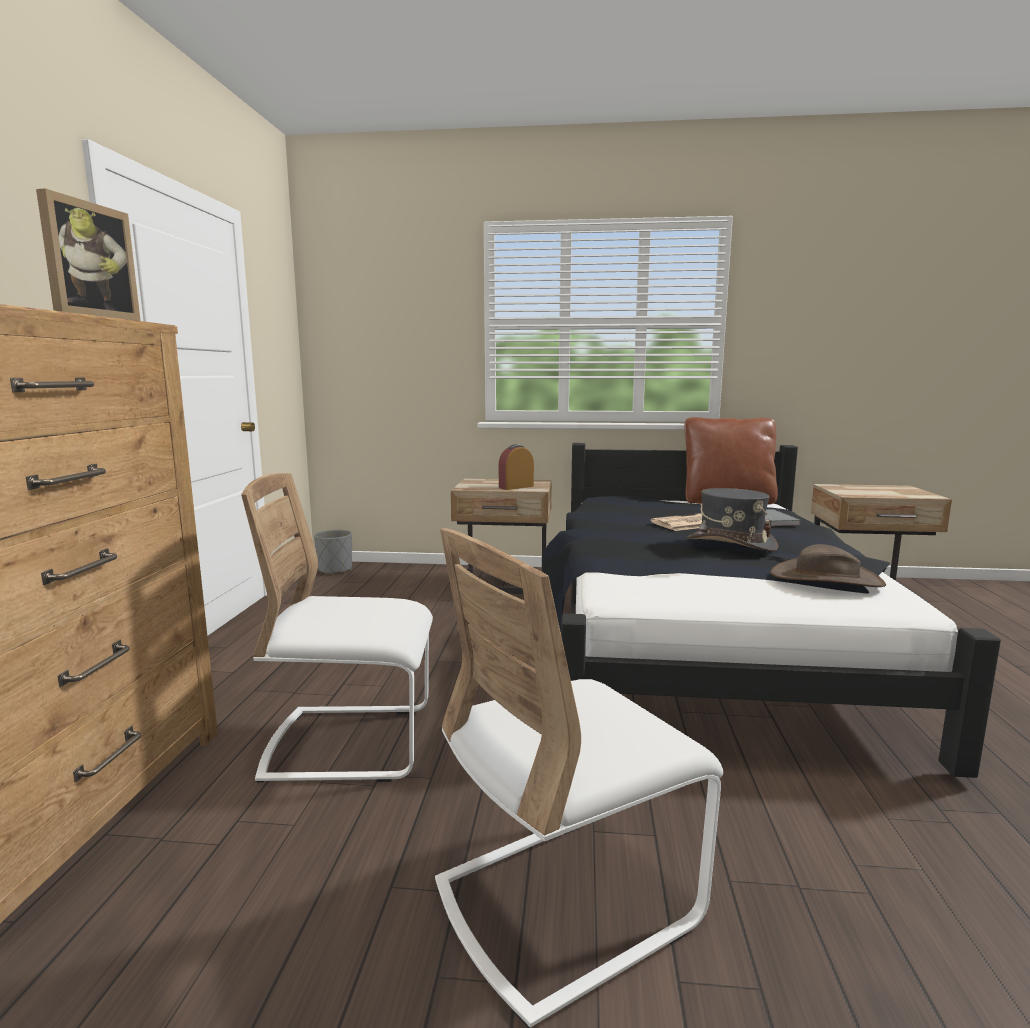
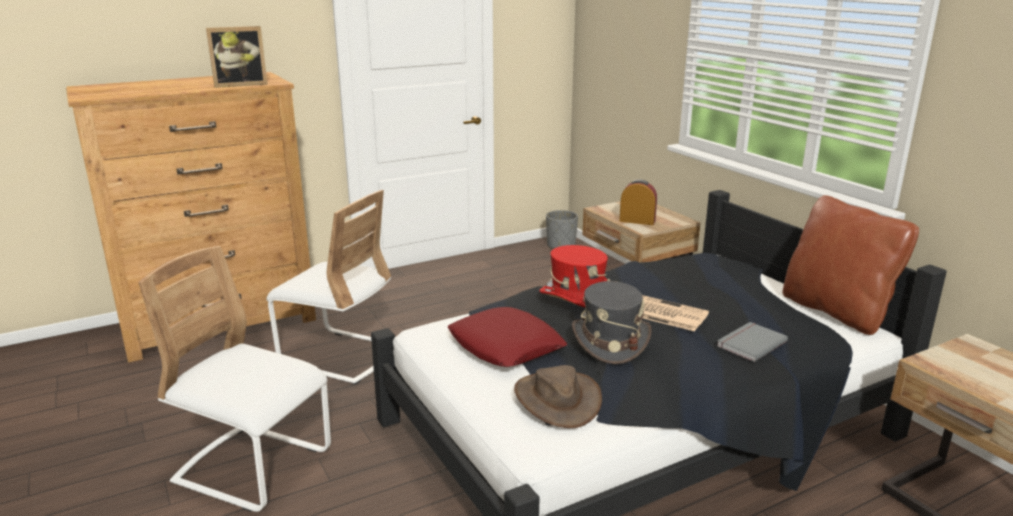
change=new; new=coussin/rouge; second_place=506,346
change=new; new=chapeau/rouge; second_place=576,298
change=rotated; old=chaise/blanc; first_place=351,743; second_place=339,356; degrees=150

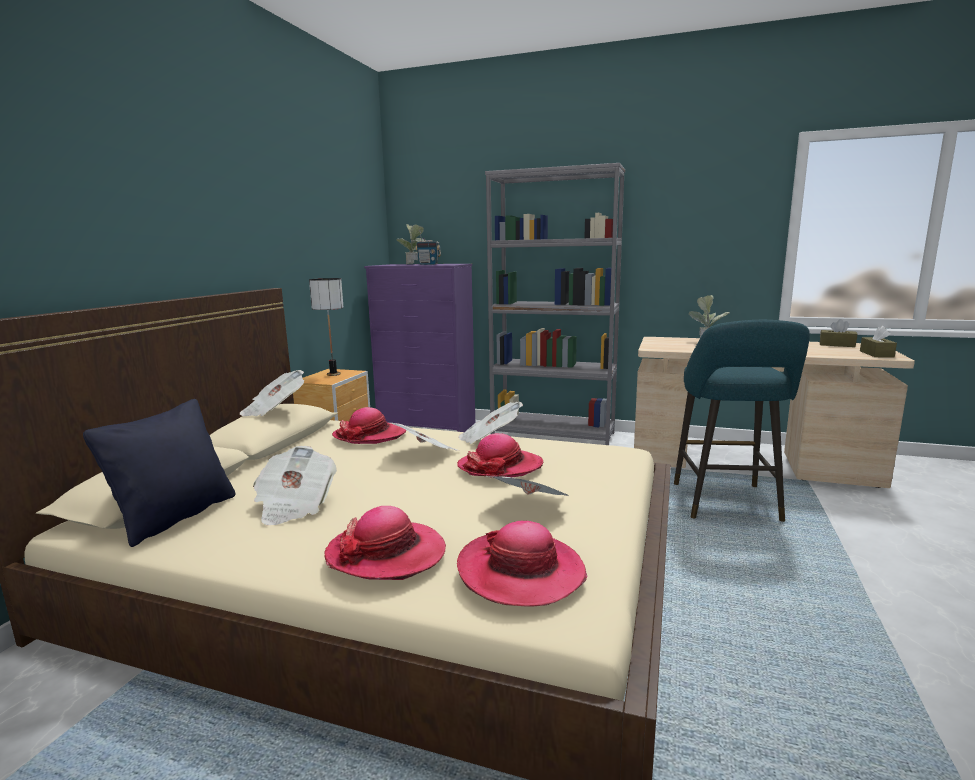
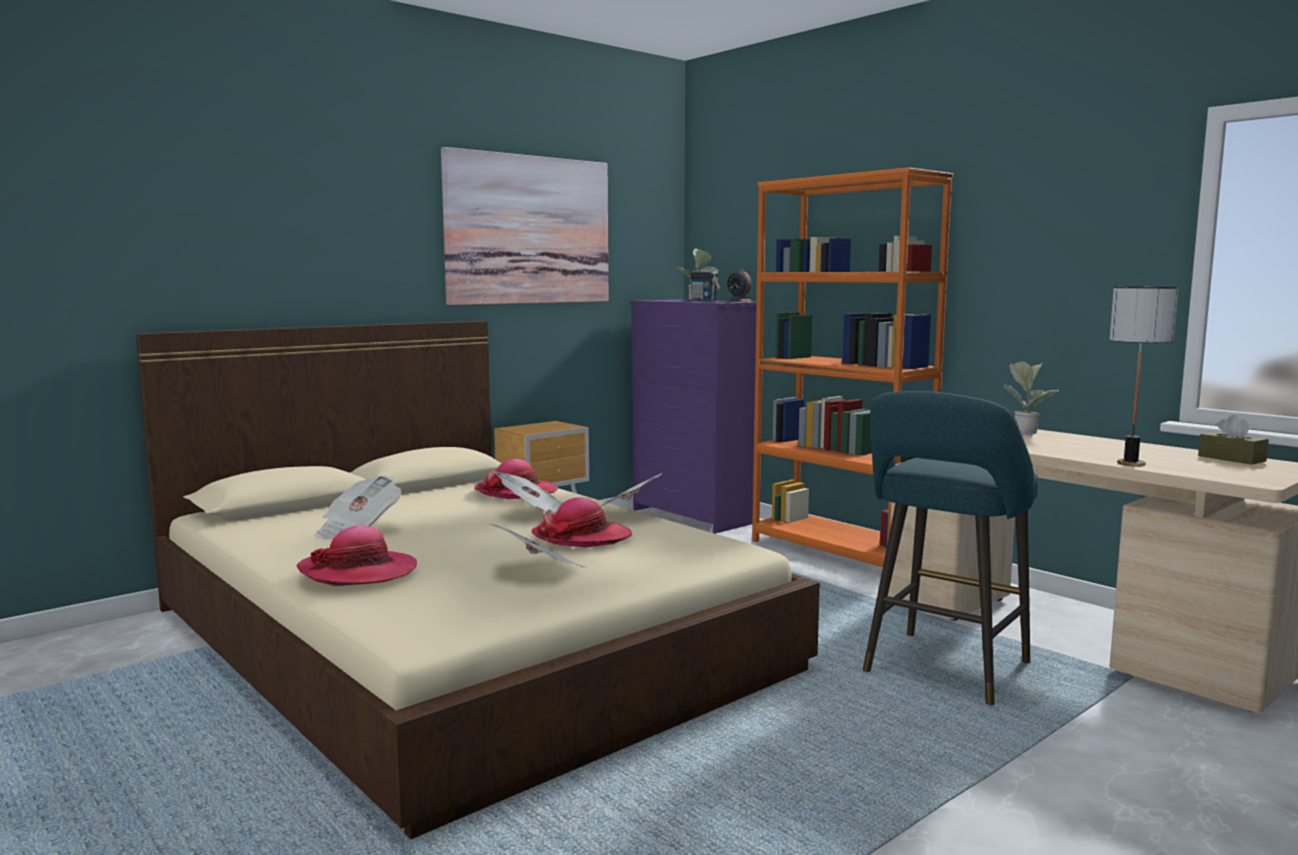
change=gone; old=coussin/noir; first_place=176,517
change=gone; old=journal; first_place=274,410
change=gone; old=chapeau; first_place=521,572
change=gone; old=boîte à mouchoirs/marron; first_place=876,354
change=new; new=tableau; second_place=529,230
change=new; new=réveil; second_place=739,301
change=shifted; old=lampe de table; first_place=333,374; second_place=1130,463
change=repainted; old=bibliothèque/gris; new=bibliothèque/orange; first_place=553,435; second_place=838,552

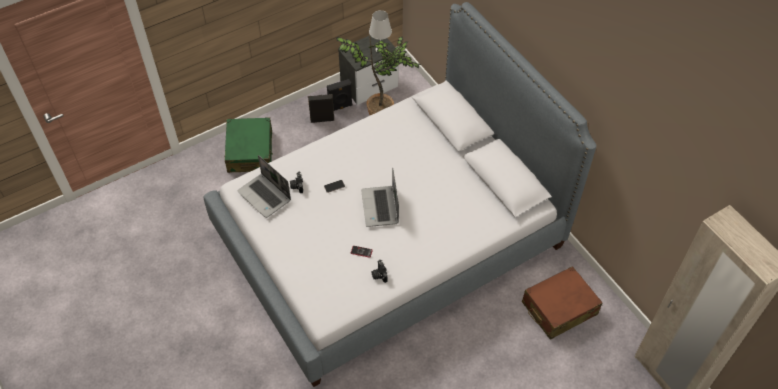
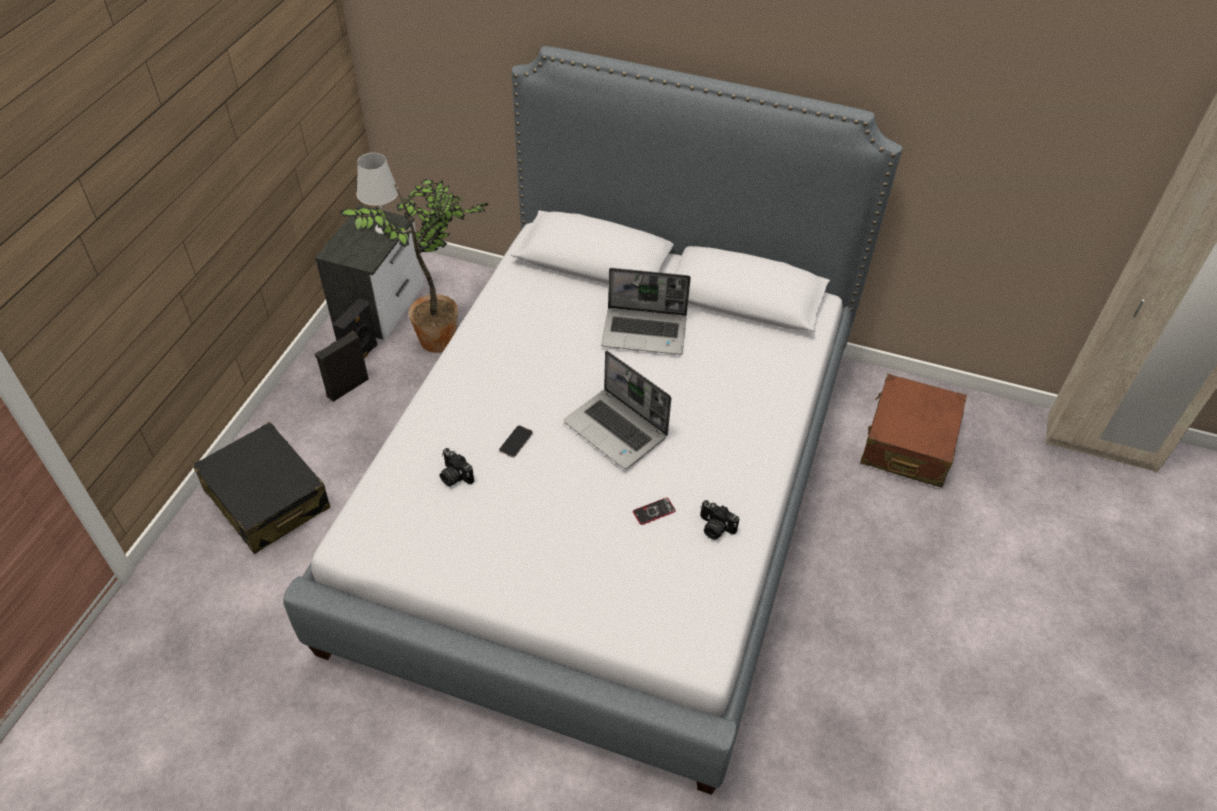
change=shifted; old=ordinateur portable; first_place=265,196; second_place=645,332
change=repainted; old=valise/vert; new=valise/noir; first_place=250,151; second_place=267,499

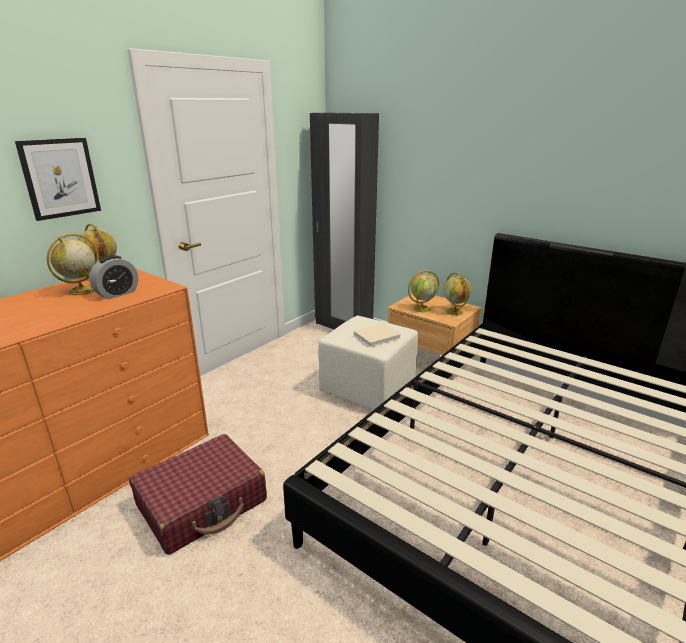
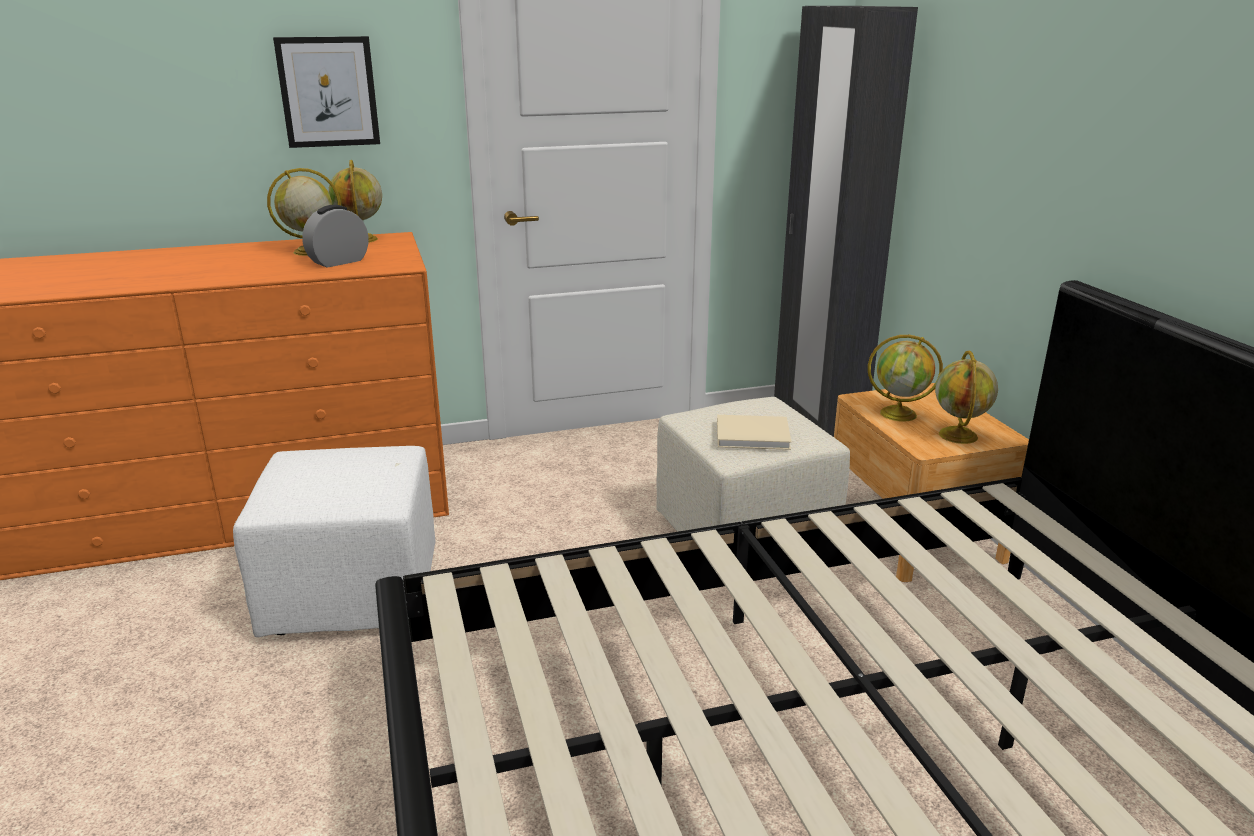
change=swapped; old=valise/rouge; new=pouf/blanc; first_place=202,503; second_place=355,593
change=rotated; old=réveil; first_place=117,293; second_place=339,262; degrees=150

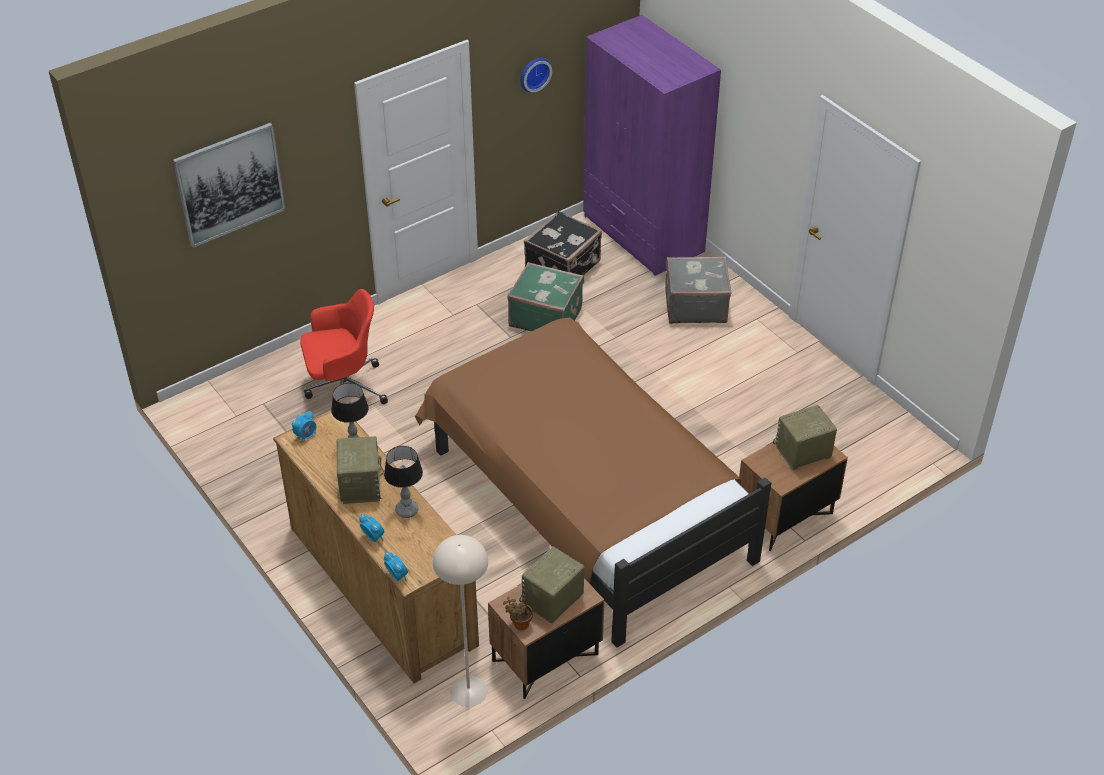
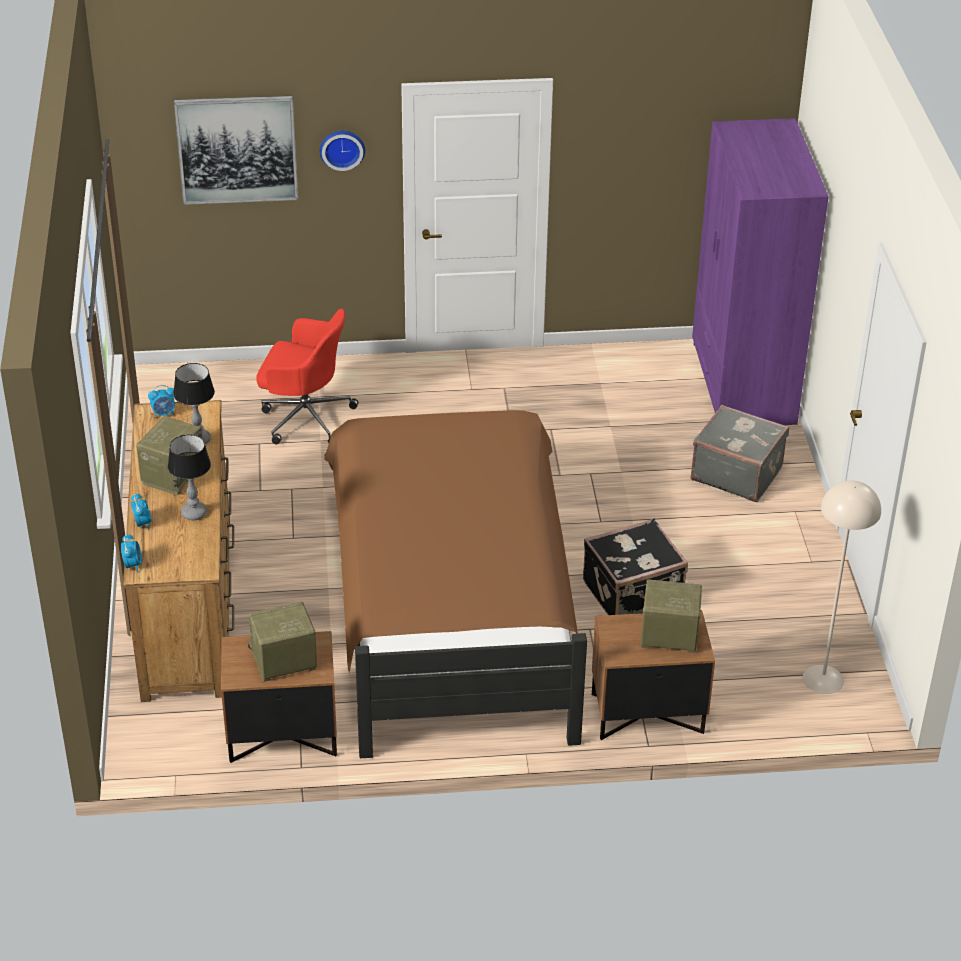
change=gone; old=plante en pot; first_place=519,624
change=gone; old=valise/vert; first_place=545,316
change=shifted; old=lampadaire/beige; first_place=468,690; second_place=823,679
change=shifted; old=horloge murale; first_place=534,73; second_place=342,148
change=shifted; old=valise/noir; first_place=564,267; second_place=634,593

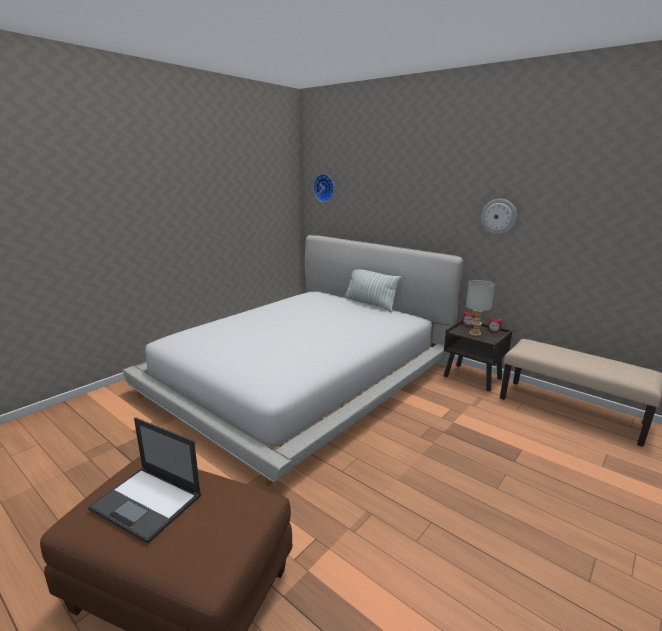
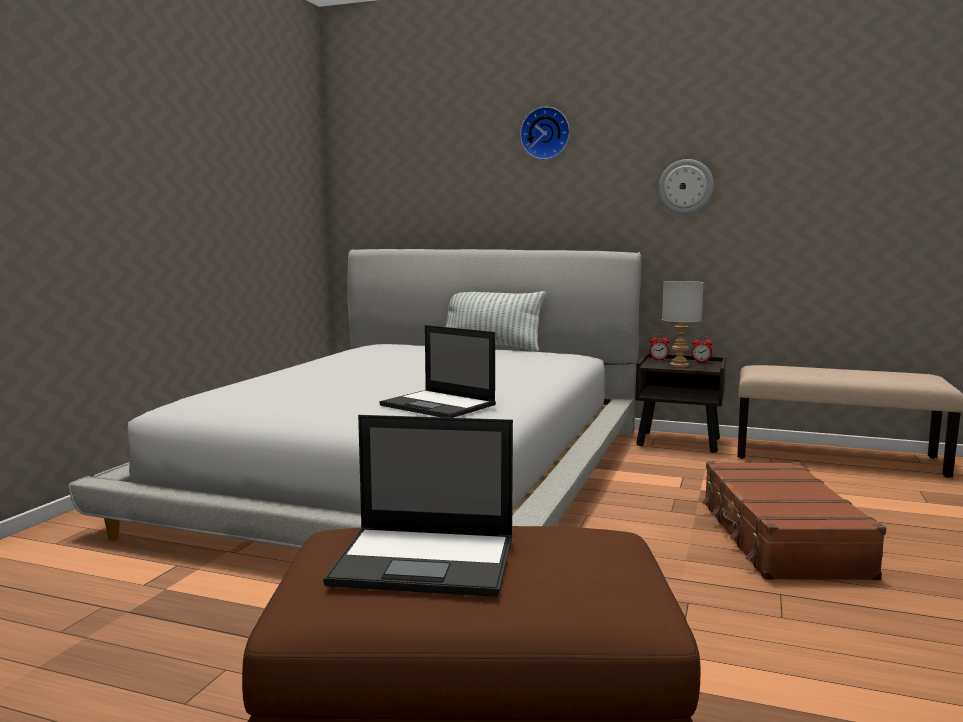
change=new; new=ordinateur portable; second_place=439,405
change=new; new=valise/marron; second_place=780,539
change=shifted; old=horloge murale; first_place=325,188; second_place=545,133

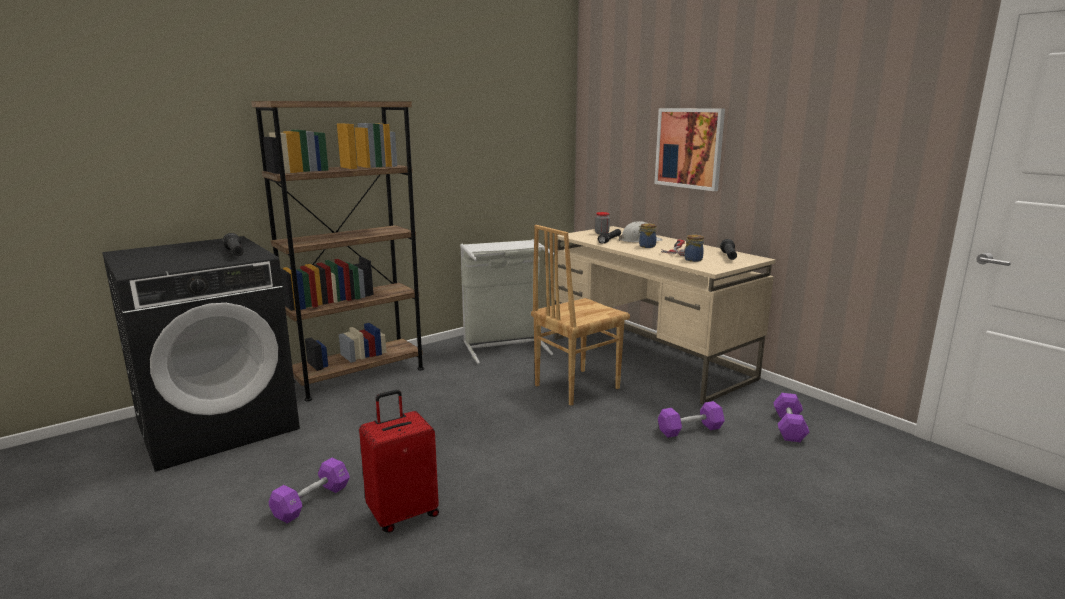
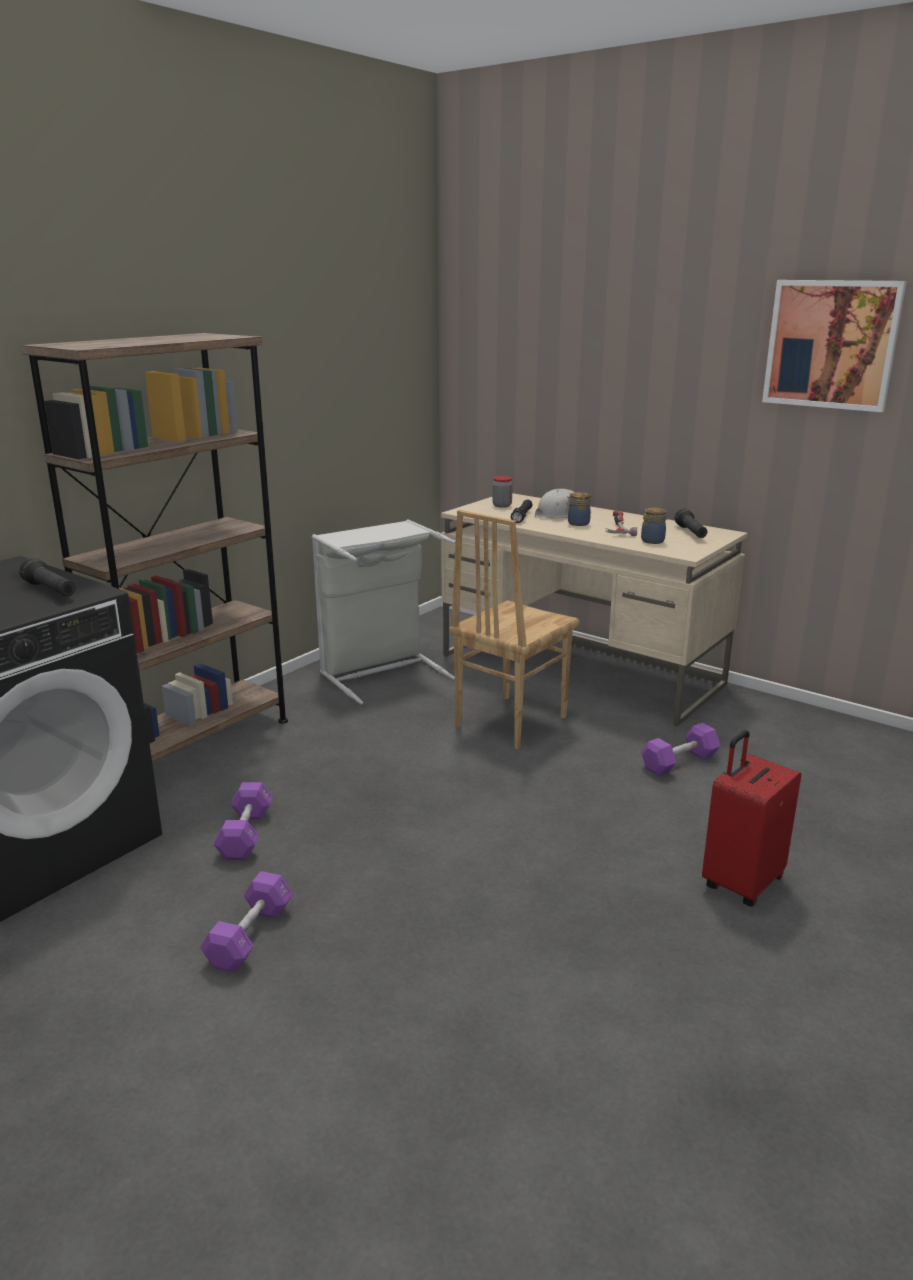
change=shifted; old=valise/rouge; first_place=403,514; second_place=741,882
change=shifted; old=tableau; first_place=689,148; second_place=831,344
change=shifted; old=haltère/violet; first_place=789,427; second_place=245,834

